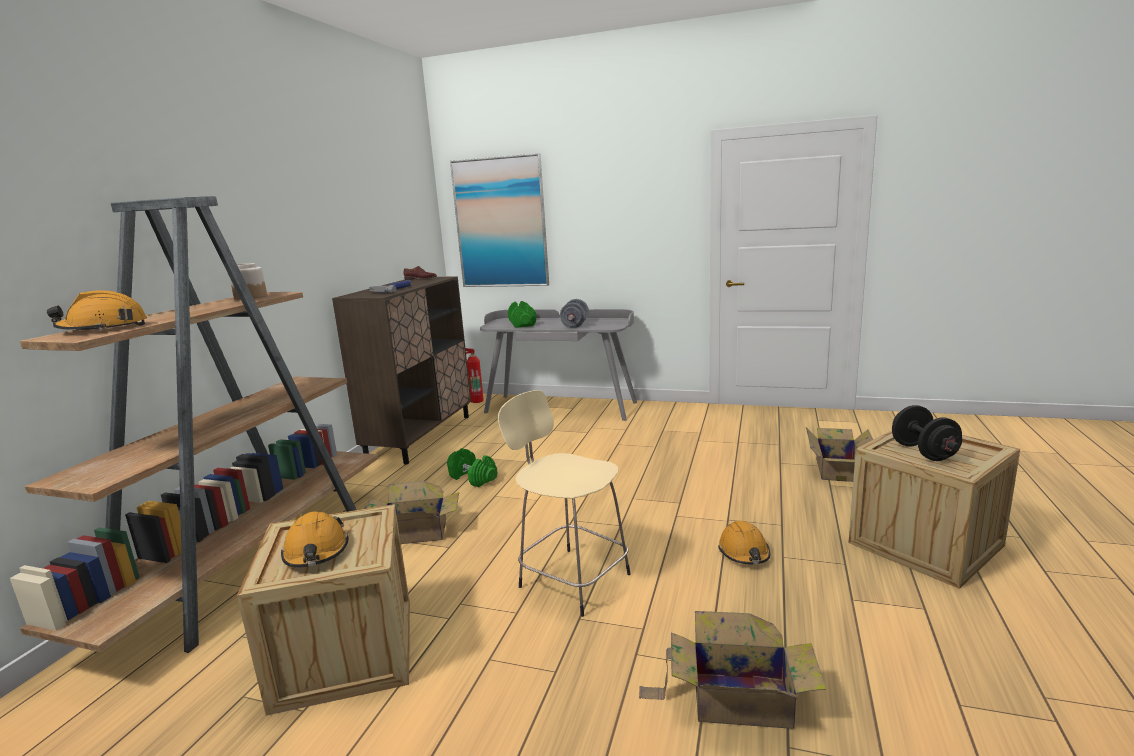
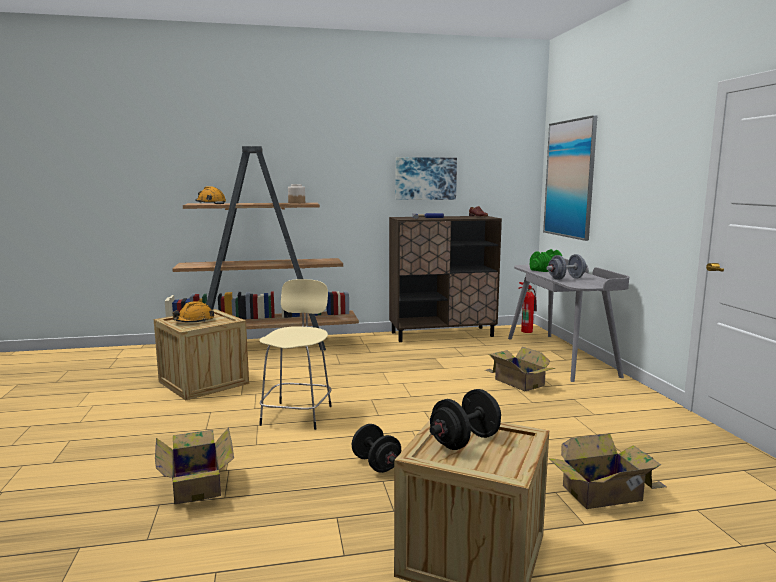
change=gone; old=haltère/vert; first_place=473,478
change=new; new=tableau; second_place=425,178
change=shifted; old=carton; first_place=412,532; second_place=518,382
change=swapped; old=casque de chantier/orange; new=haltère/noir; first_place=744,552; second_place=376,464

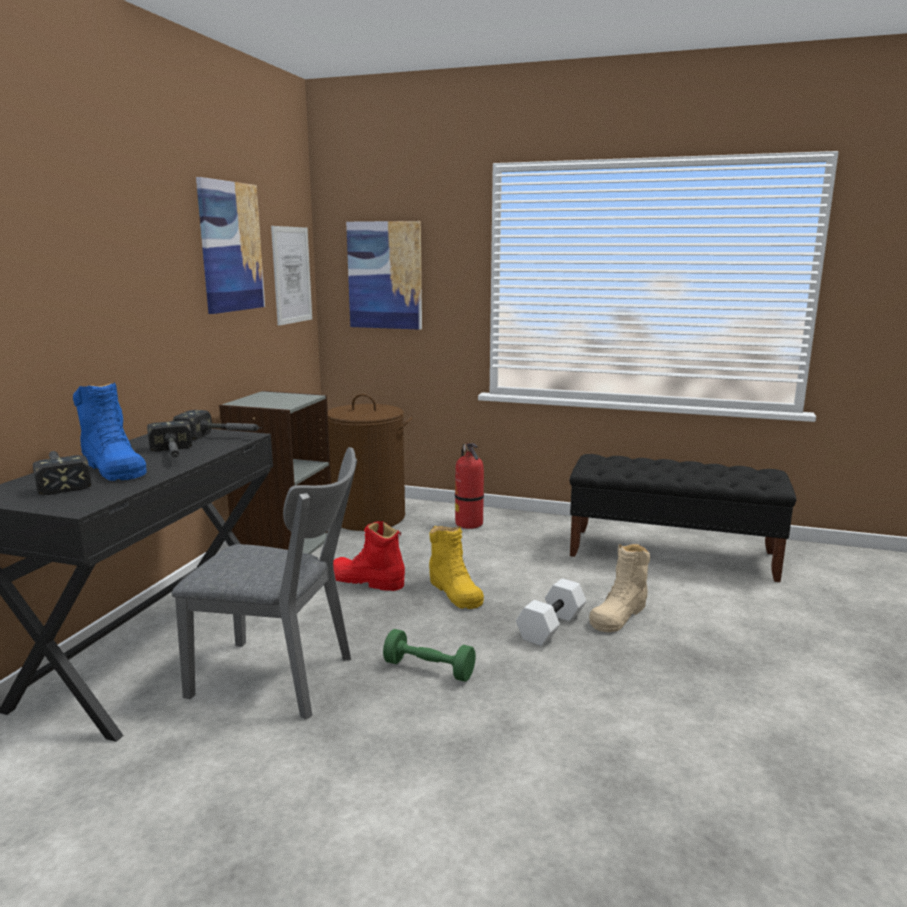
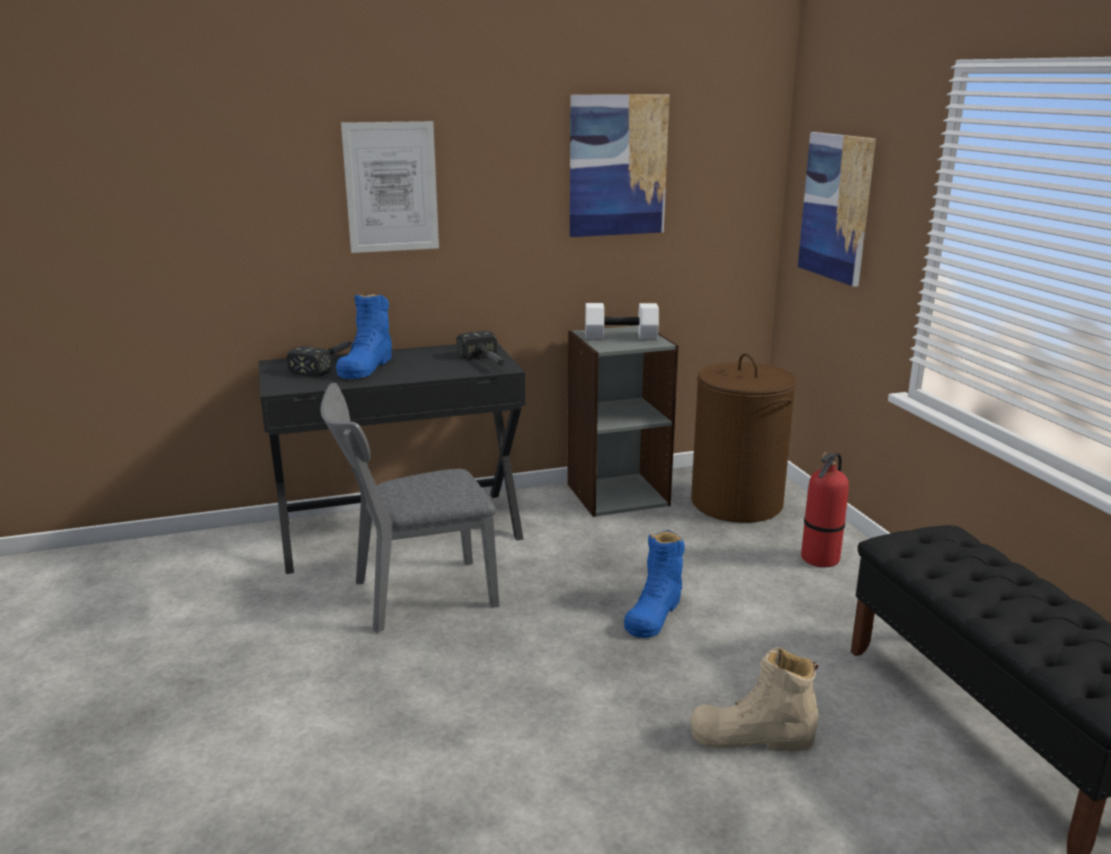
change=gone; old=marteau; first_place=173,455
change=gone; old=botte/rouge; first_place=367,581
change=gone; old=haltère/vert; first_place=429,669
change=shifted; old=tableau; first_place=291,275; second_place=391,187
change=shifted; old=haltère/blanc; first_place=552,627; second_place=620,337
change=repainted; old=botte/jaune; new=botte/bleu; first_place=455,592; second_place=654,613
change=rotated; old=chaise/gris; first_place=283,678; second_place=413,596; degrees=90

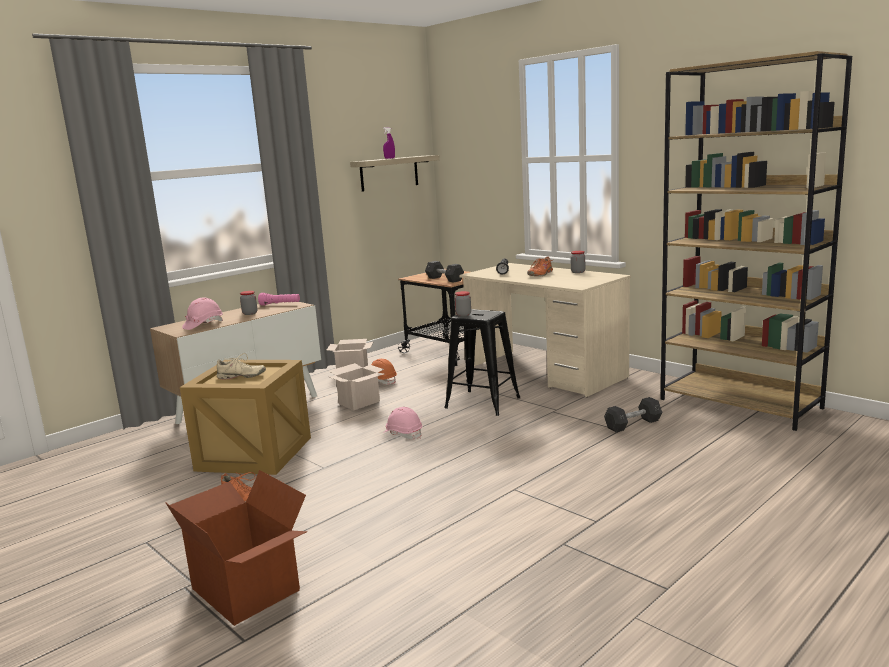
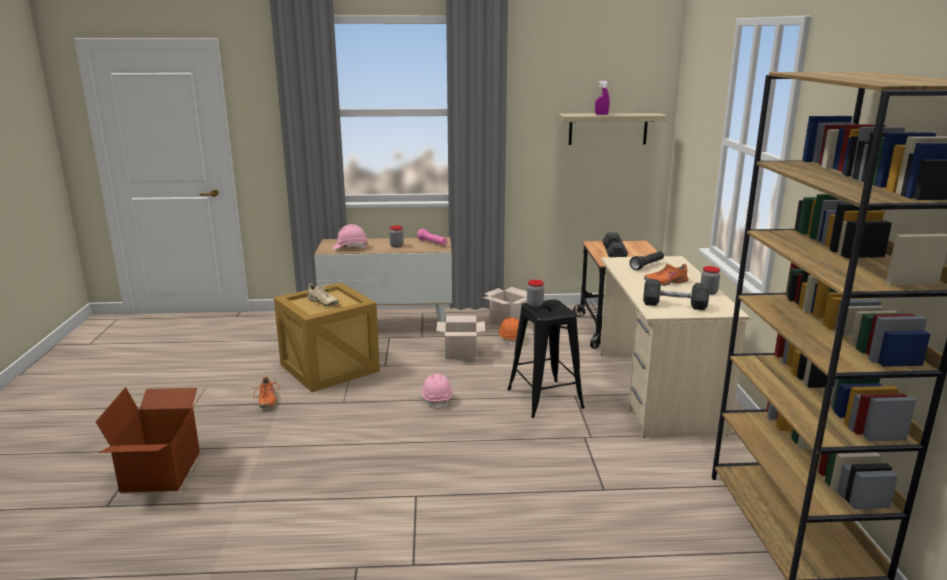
change=shifted; old=haltère/gris; first_place=633,424; second_place=674,305

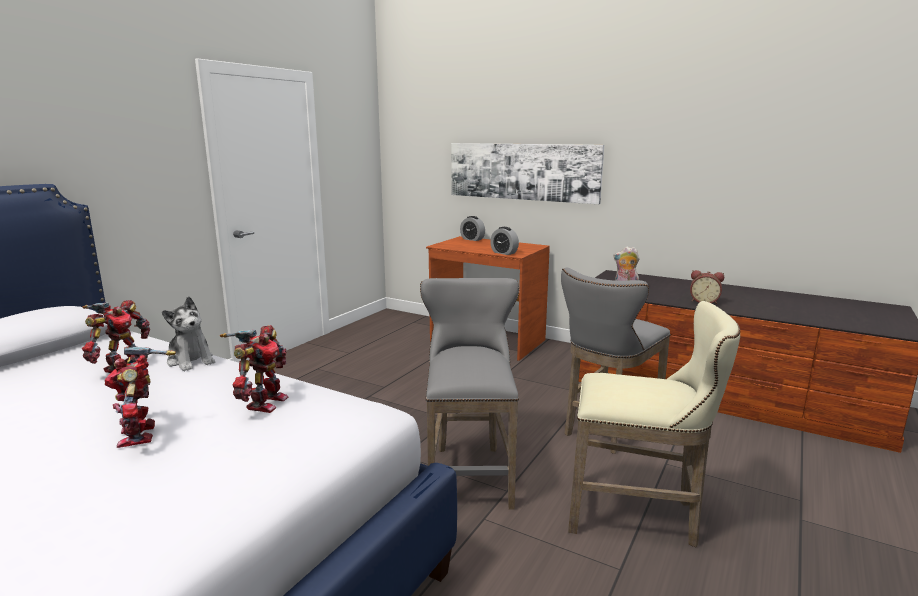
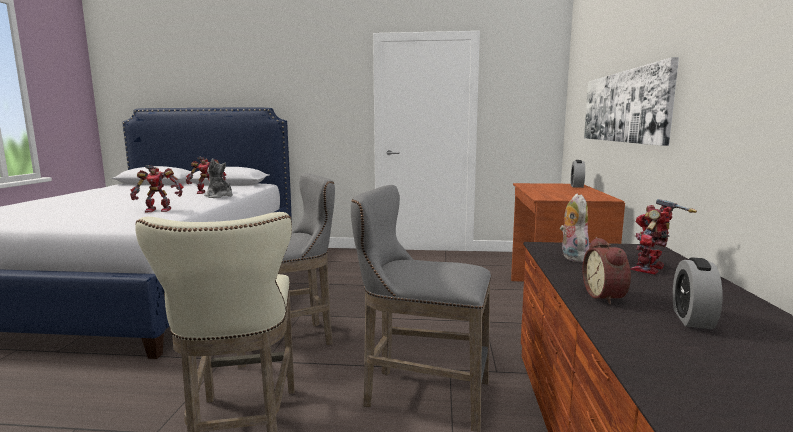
change=shifted; old=robot jouet; first_place=141,434; second_place=650,269
change=shifted; old=réveil; first_place=504,253; second_place=692,319
change=rotated; old=peluche; first_place=191,361; second_place=219,196; degrees=105

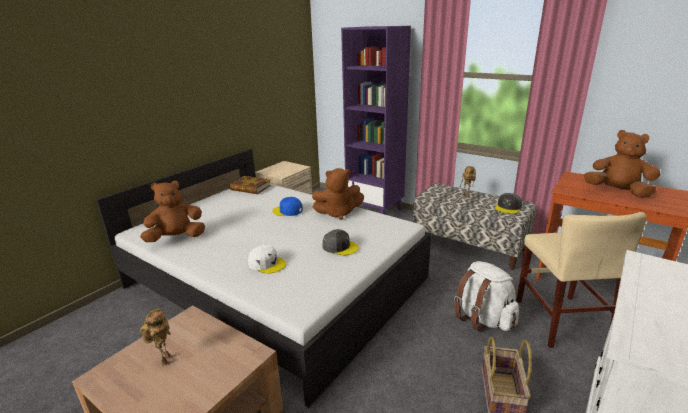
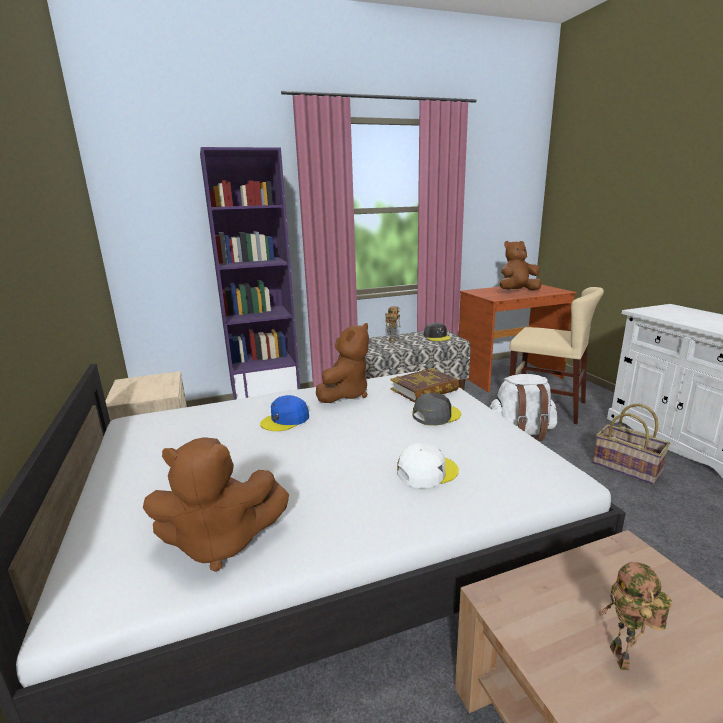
change=shifted; old=livre; first_place=250,188; second_place=424,390
change=rotated; old=peluche/marron; first_place=176,238; second_place=220,542; degrees=-105
change=rotated; old=robot jouet; first_place=165,360; second_place=623,660; degrees=-120

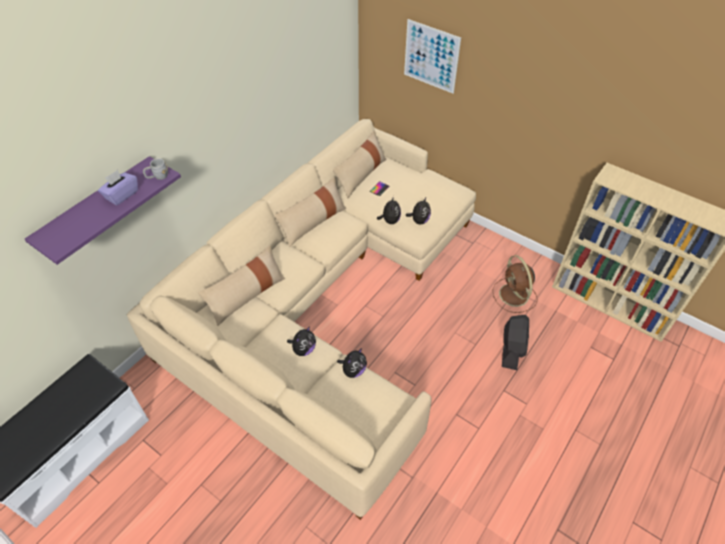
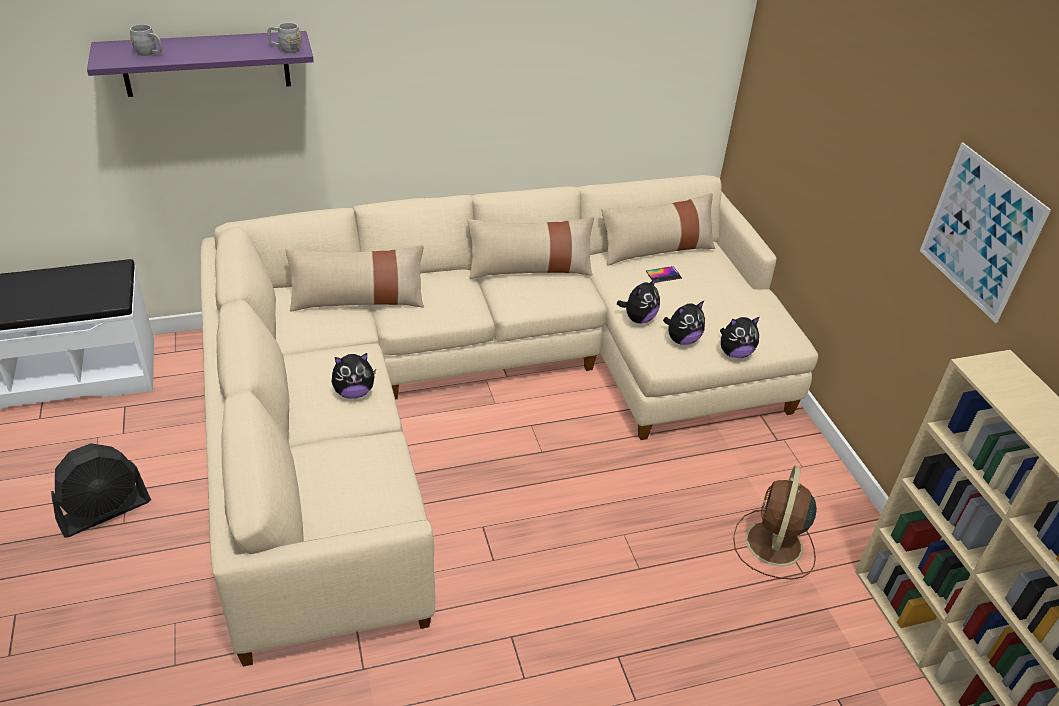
change=gone; old=boîte à mouchoirs/violet; first_place=121,195
change=new; new=mug/gris; second_place=150,53
change=shifted; old=peluche; first_place=353,370; second_place=735,353
change=shifted; old=tableau; first_place=431,56; second_place=979,232
change=shifted; old=ventilateur/noir; first_place=512,349; second_place=105,511

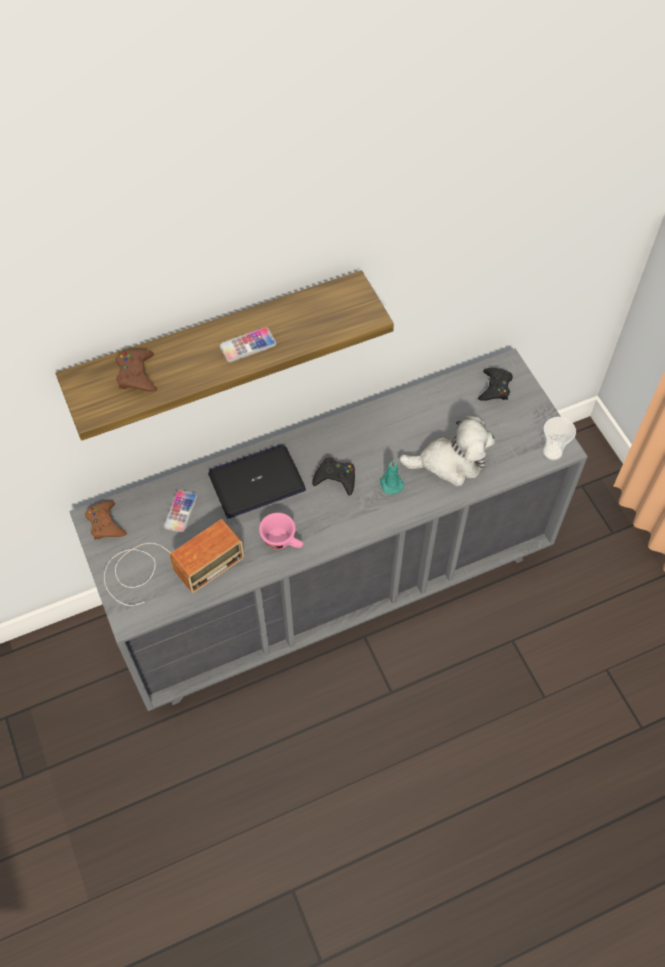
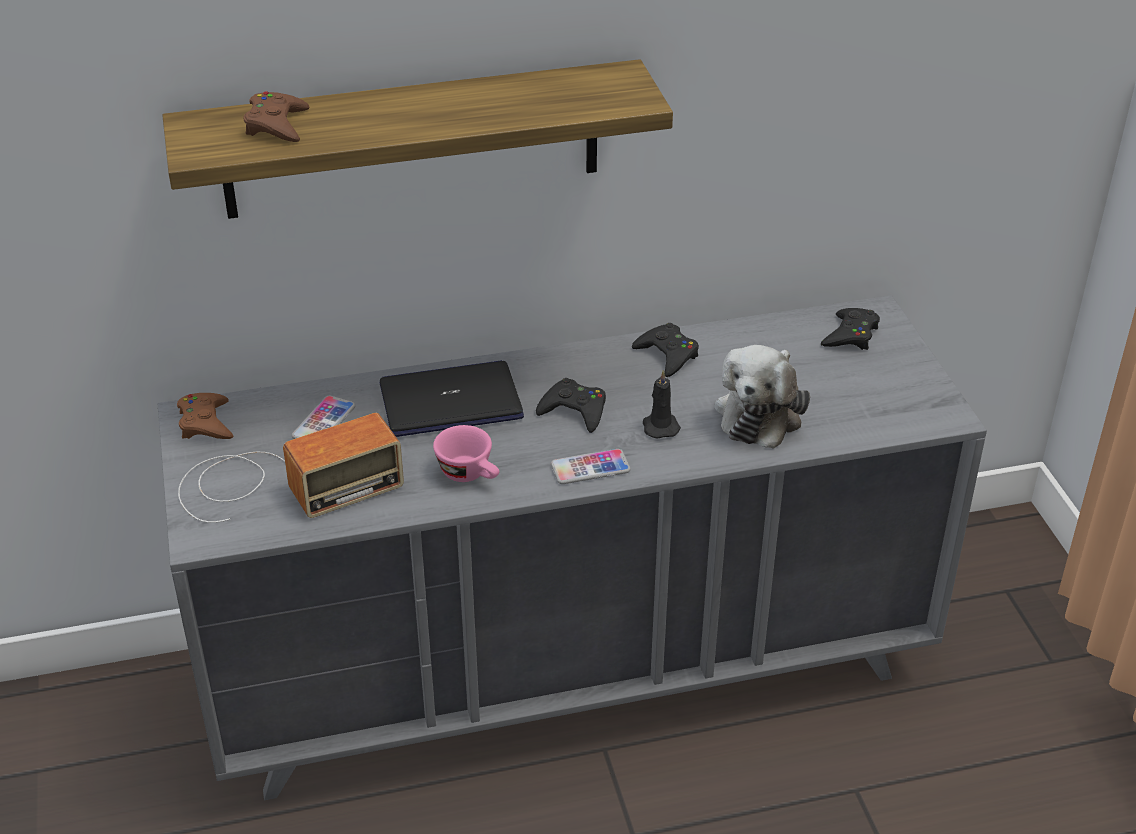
change=gone; old=tasse; first_place=552,452
change=new; new=manette/noir; second_place=667,355
change=shifted; old=téléphone; first_place=248,345; second_place=590,468
change=repainted; old=bougie/turquoise; new=bougie/noir; first_place=390,483; second_place=660,426
change=rotated; old=peluche; first_place=450,462; second_place=761,412; degrees=105

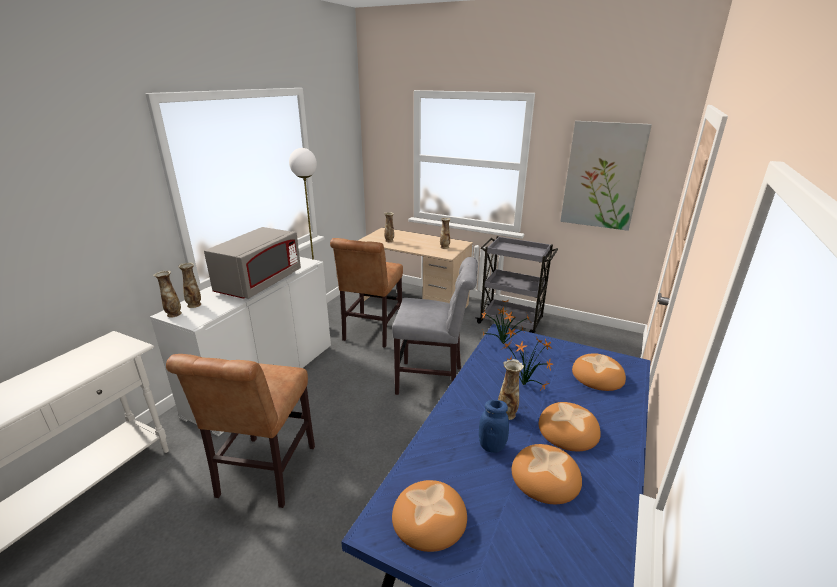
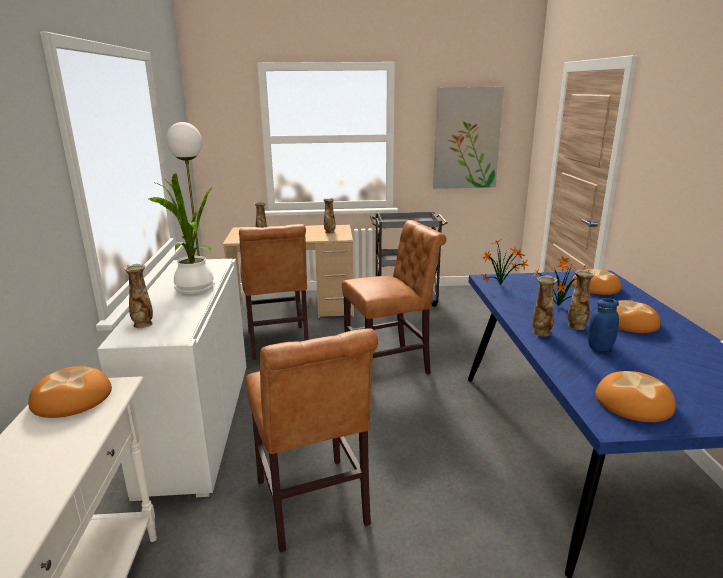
change=shifted; old=vase; first_place=173,314; second_place=541,333
change=shifted; old=pain; first_place=546,477; second_place=73,398
change=swapped; old=micro-ondes/gris; new=plante en pot; first_place=259,283; second_place=194,289
change=repainted; old=chaise/gris; new=chaise/marron; first_place=433,381; second_place=391,366

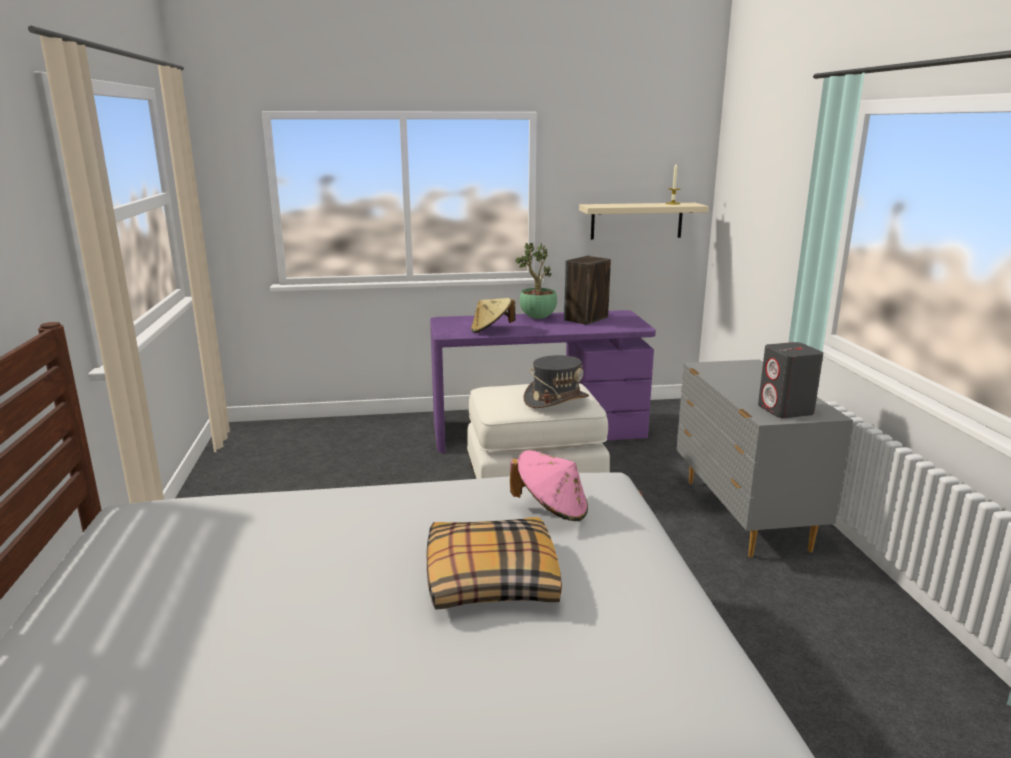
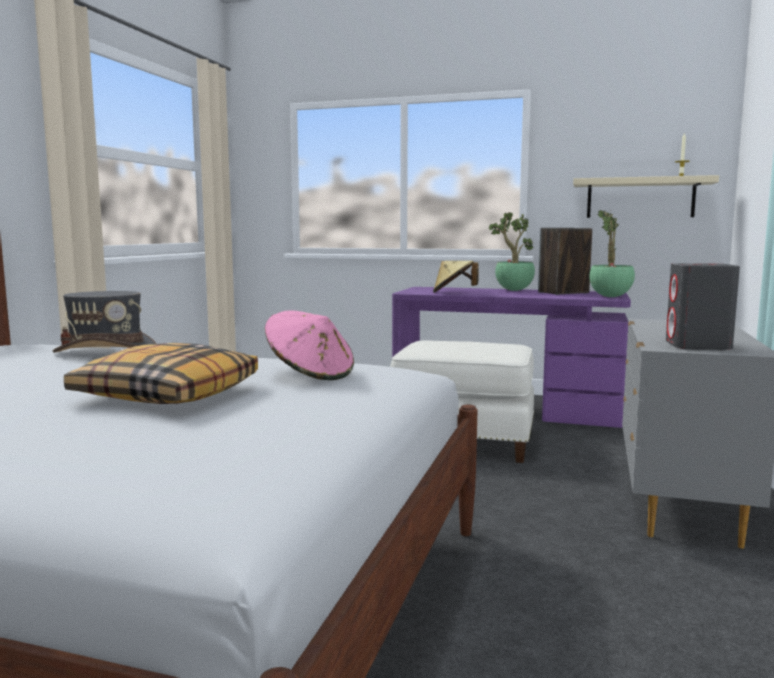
change=new; new=plante en pot; second_place=610,297
change=shifted; old=chapeau/gris; first_place=556,400; second_place=106,350

